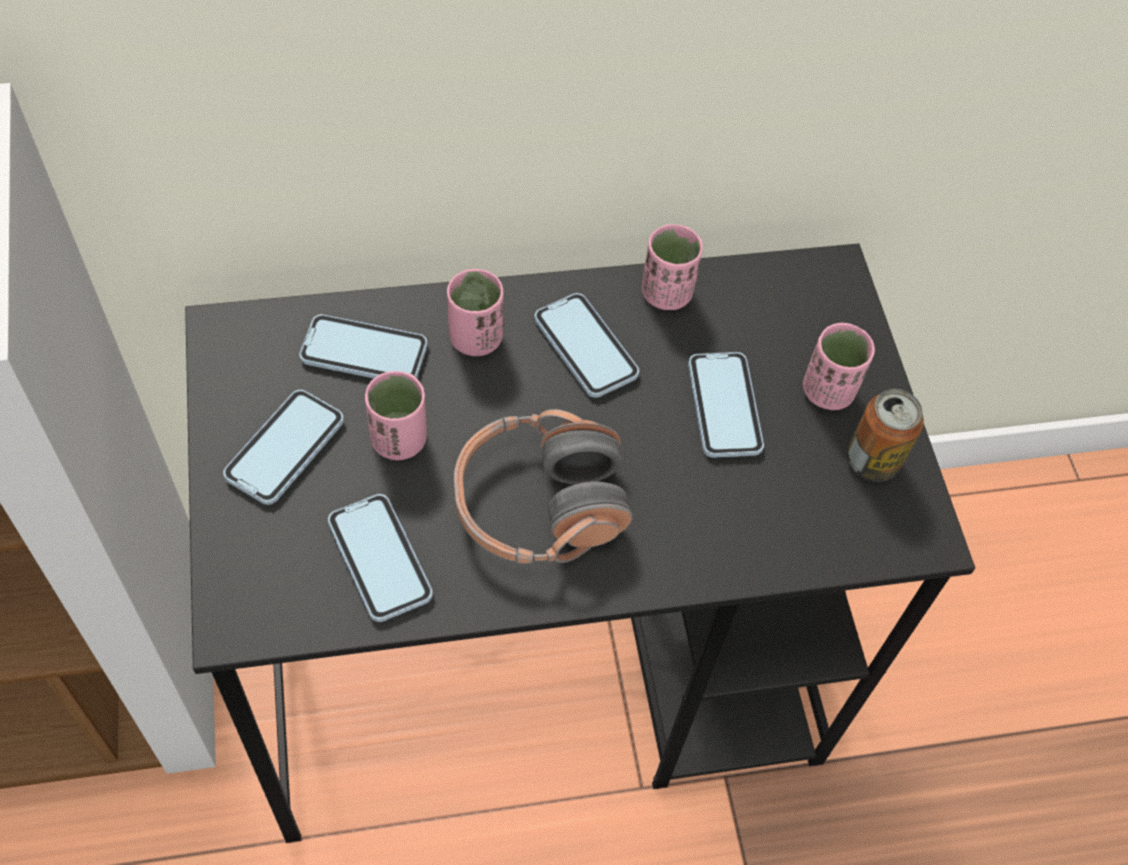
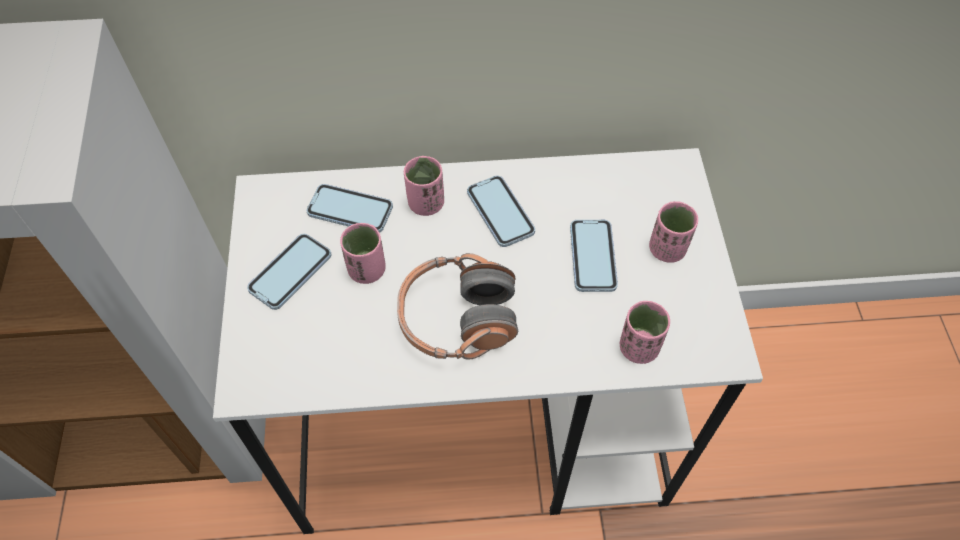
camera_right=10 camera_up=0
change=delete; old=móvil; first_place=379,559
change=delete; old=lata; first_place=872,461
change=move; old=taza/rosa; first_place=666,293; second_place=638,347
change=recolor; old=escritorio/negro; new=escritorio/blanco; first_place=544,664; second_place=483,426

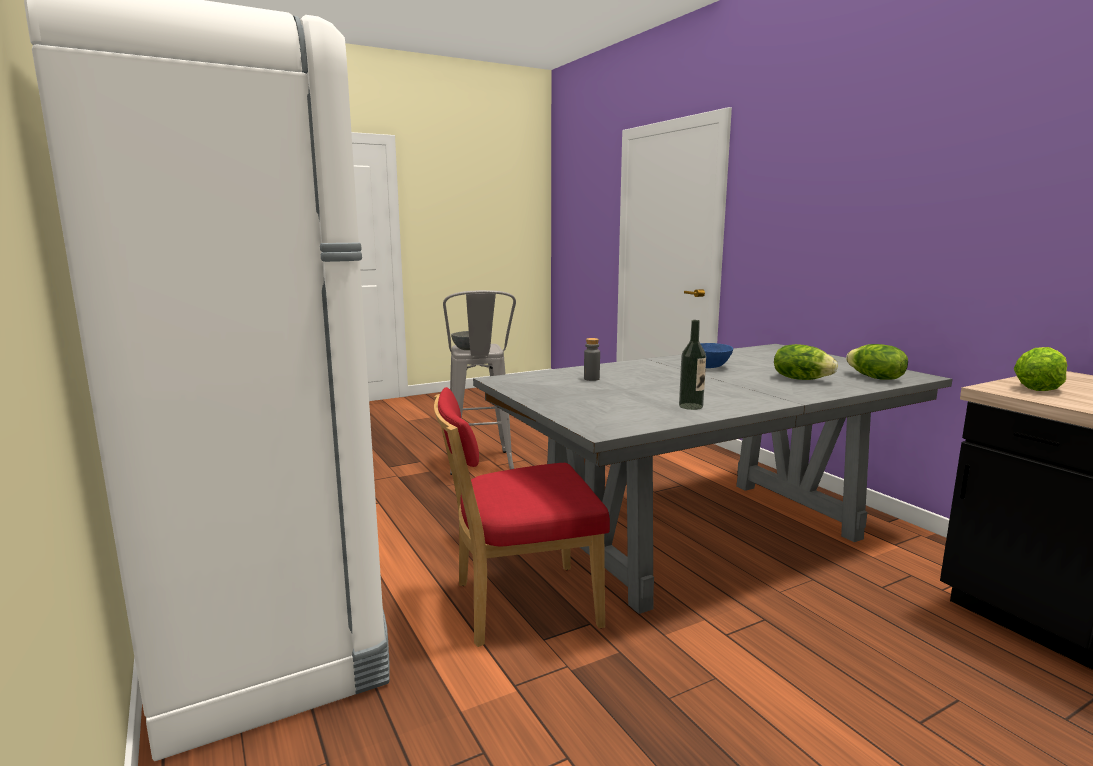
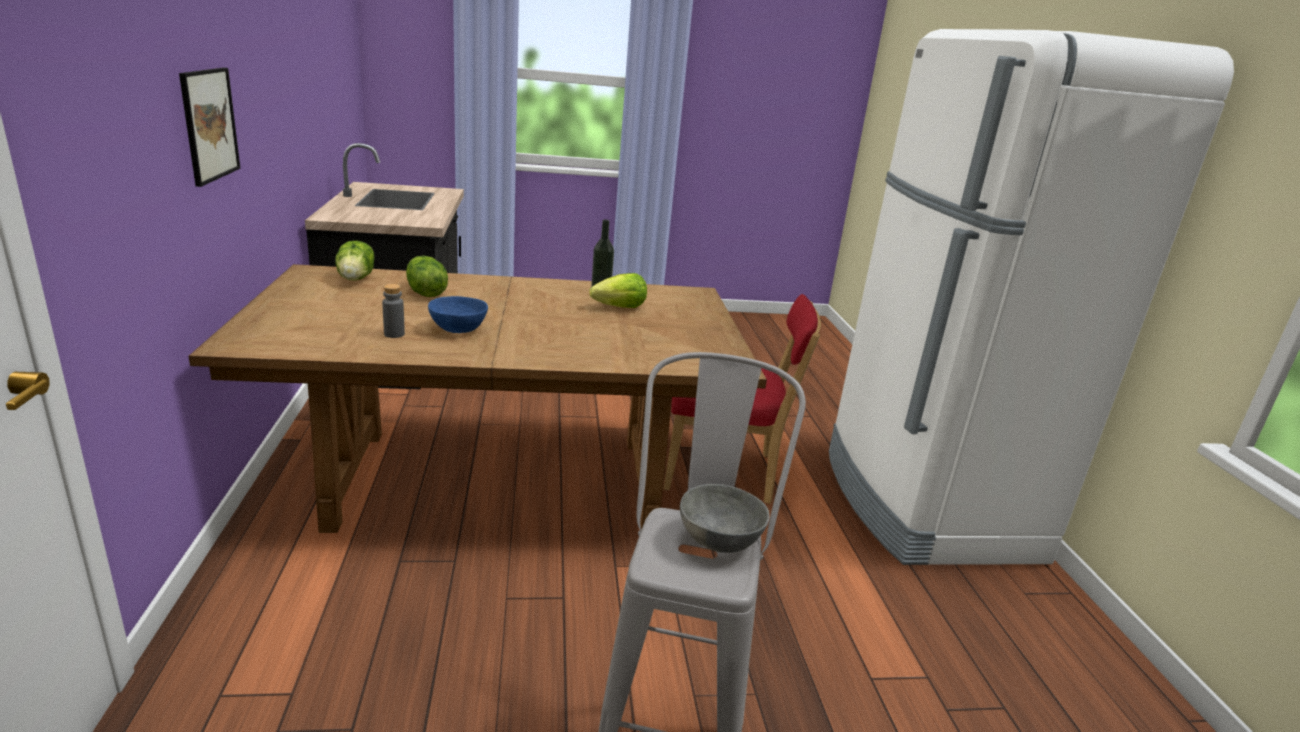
camera_right=-160 camera_up=10
change=insert; new=cuadro; second_place=209,124
change=move; old=botella/gris; first_place=591,379; second_place=394,334
change=move; old=lechuga; first_place=1038,388; second_place=620,308
change=recolor; old=mesa de comedor/gris; new=mesa de comedor/marrón; first_place=701,536; second_place=502,481

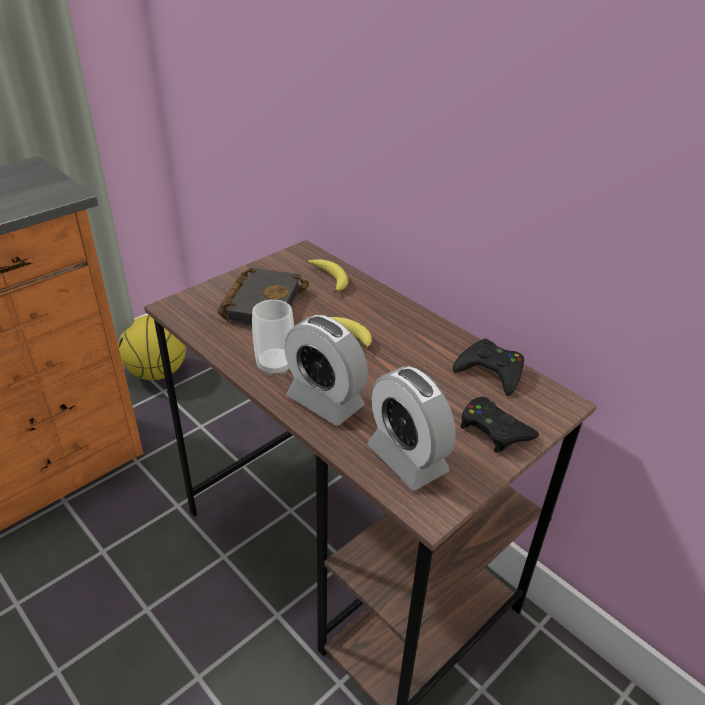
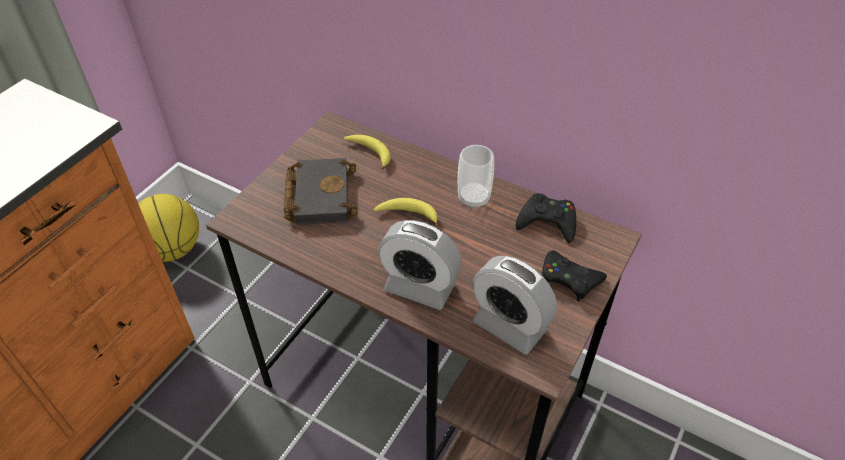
camera_right=-15 camera_up=10
change=move; old=taza; first_place=275,365; second_place=473,198

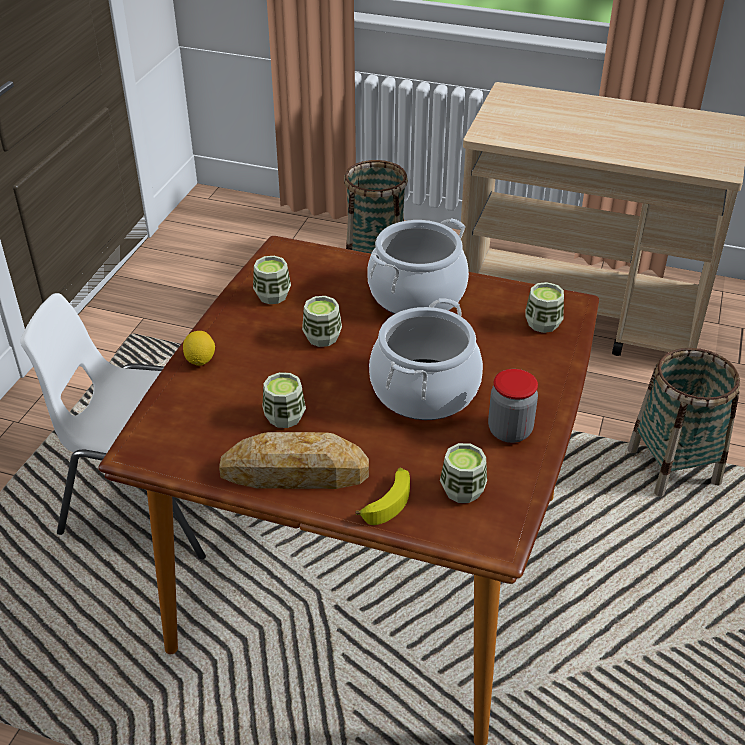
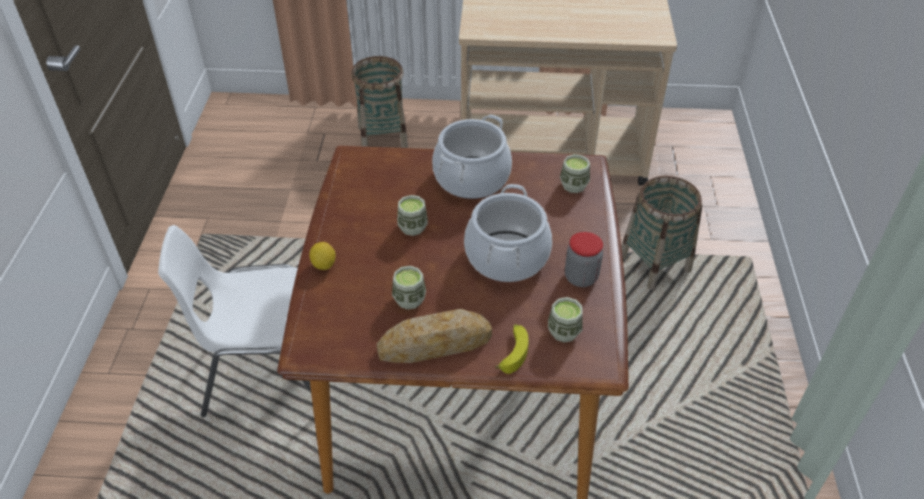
camera_right=-15 camera_up=5
change=delete; old=taza; first_place=272,295

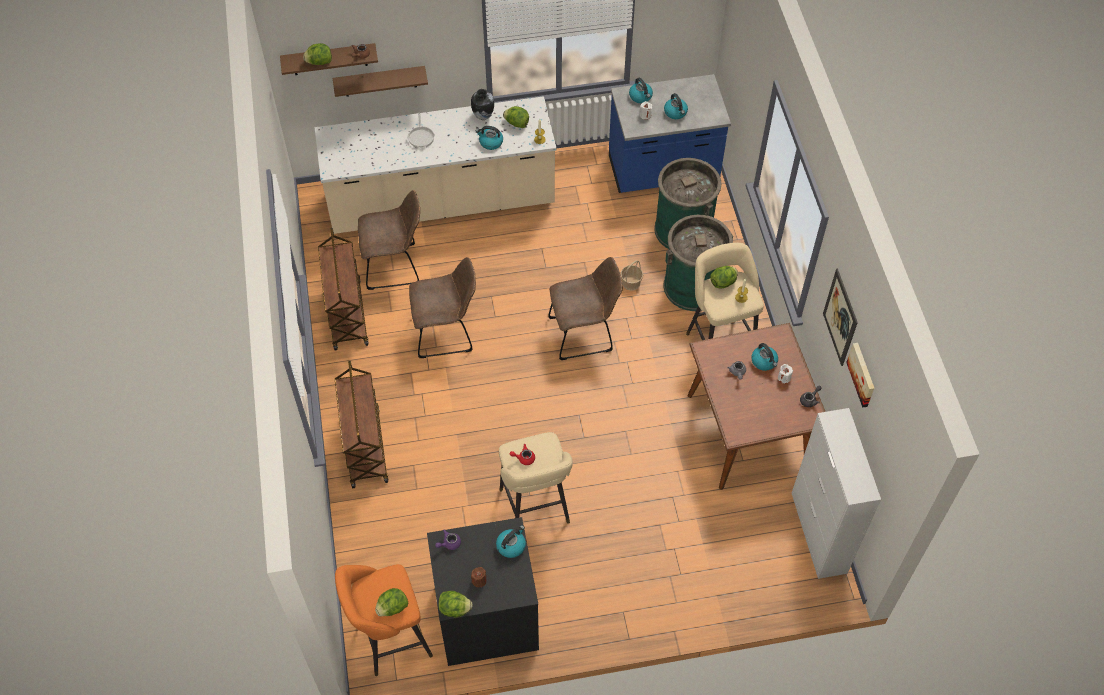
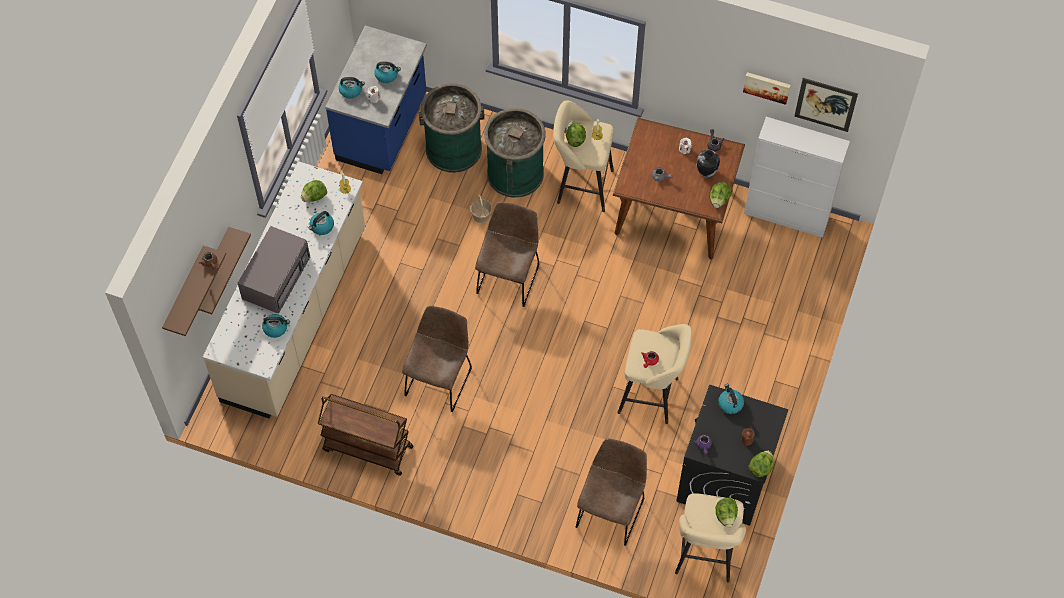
camera_right=-60 camera_up=5
change=delete; old=carrito/marrón; first_place=364,447
change=move; old=lechuga; first_place=319,62; second_place=719,199
change=move; old=silla/marrón; first_place=395,266; second_place=611,509
change=move; old=florero; first_place=483,116; second_place=706,172
change=move; old=hervidor; first_place=764,361; second_place=276,328
change=move; old=cuadro; first_place=840,317; second_place=825,104
change=replace; old=sartén; new=microondas/gris; first_place=421,137; second_place=276,277
change=recolor; old=taburete/naranja; new=taburete/beis; first_place=390,640; second_place=704,557

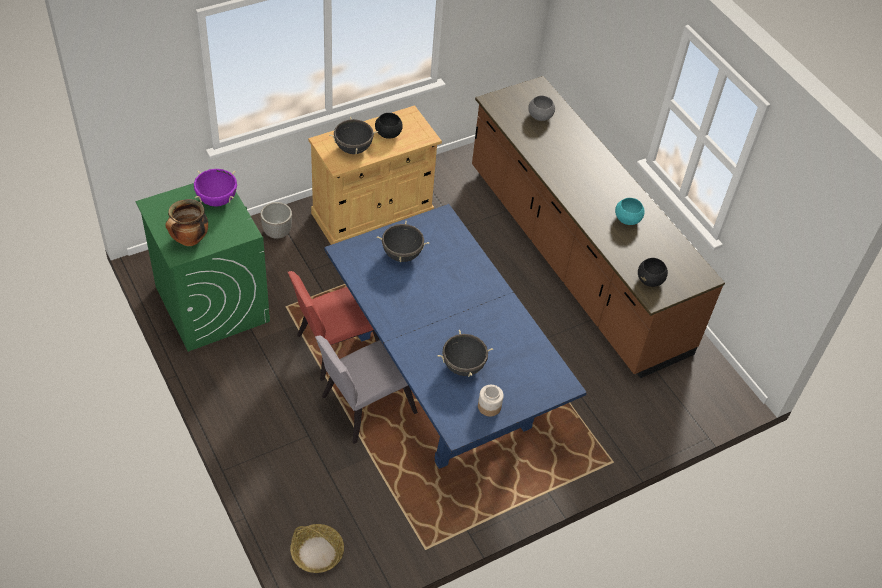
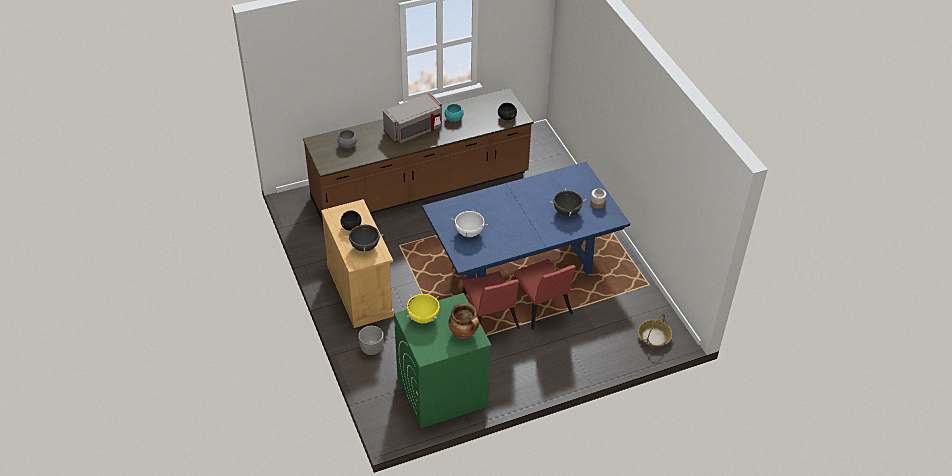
camera_right=-80 camera_up=-5
change=insert; new=microondas/gris; second_place=414,130
change=recolor; old=olla/morado; new=olla/amarillo; first_place=217,200; second_place=423,317
change=recolor; old=silla/gris; new=silla/rojo; first_place=363,406; second_place=541,308
change=recolor; old=olla/negro; new=olla/blanco; first_place=402,255; second_place=469,232

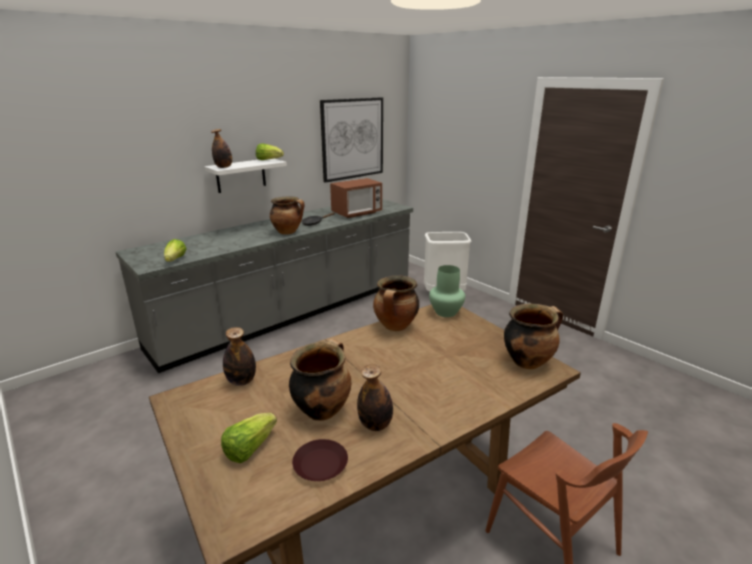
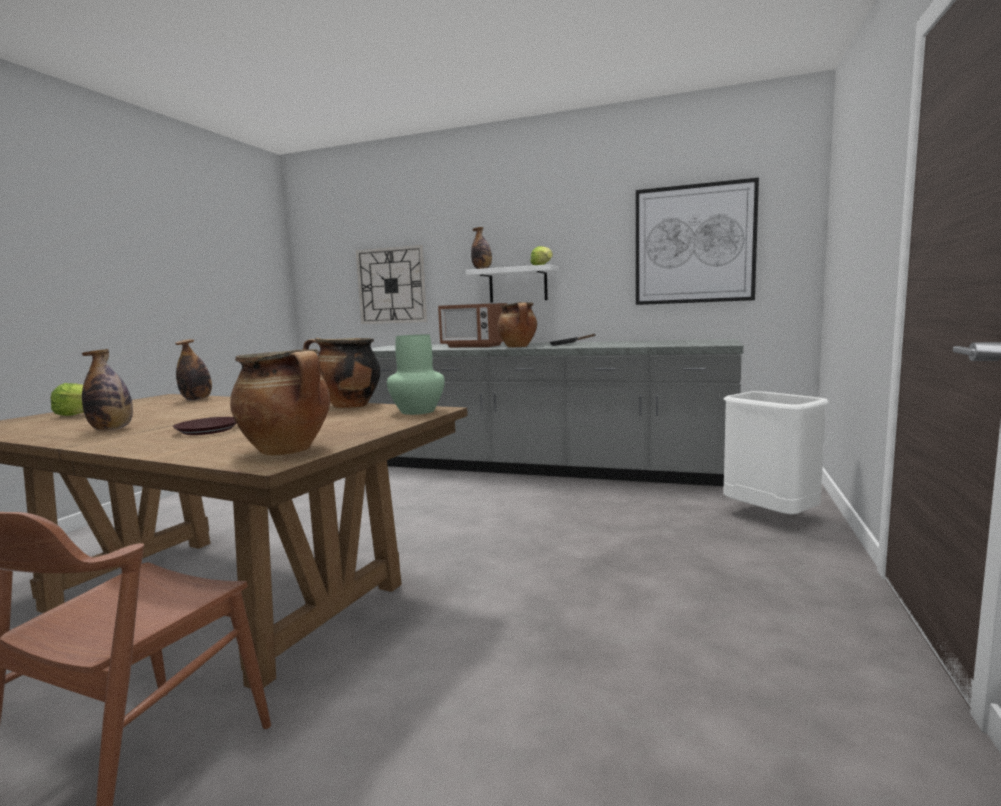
camera_right=60 camera_up=-15
change=delete; old=lechuga; first_place=175,260
change=delete; old=olla; first_place=322,409
change=insert; new=reloj de pared; second_place=392,285
change=move; old=plato/marrón; first_place=320,465; second_place=207,430
change=move; old=microondas; first_place=357,213; second_place=474,346

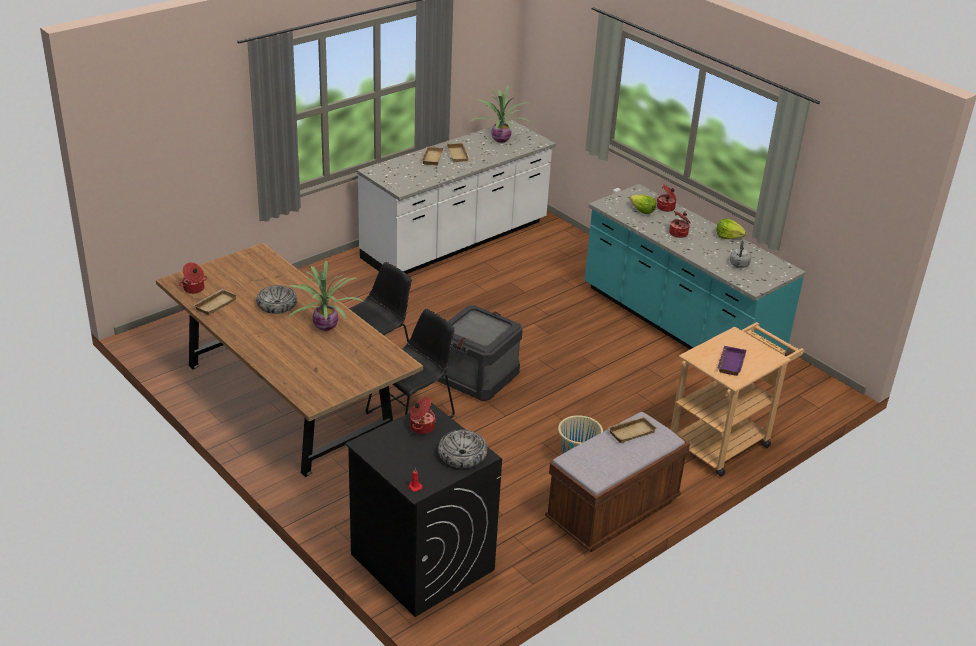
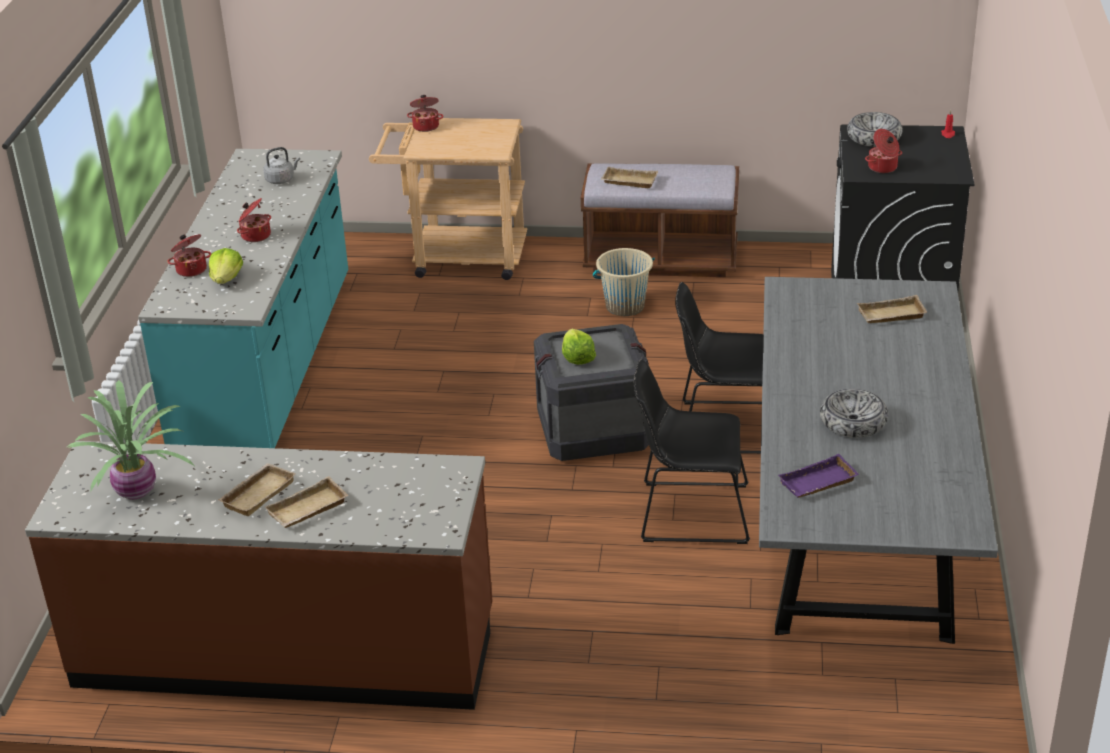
camera_right=-130 camera_up=0
change=delete; old=planta en maceta; first_place=324,327
change=move; old=olla; first_place=194,289; second_place=426,126
change=move; old=bandeja/beis; first_place=215,304; second_place=891,316
change=move; old=lechuga; first_place=728,236; second_place=577,357
change=move; old=bandeja/morado; first_place=730,363; second_place=818,484
change=recolor; old=mesa de comedor/marrón; new=mesa de comedor/gris; first_place=288,398; second_place=857,521
change=recolor; old=mueble bajo de cocina/blanco; new=mueble bajo de cocina/marrón; first_place=456,242; second_place=286,650

